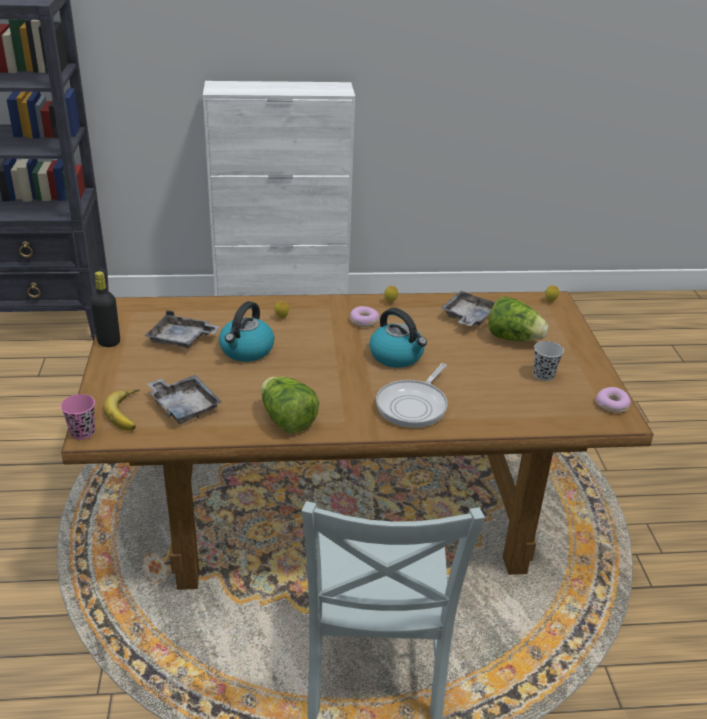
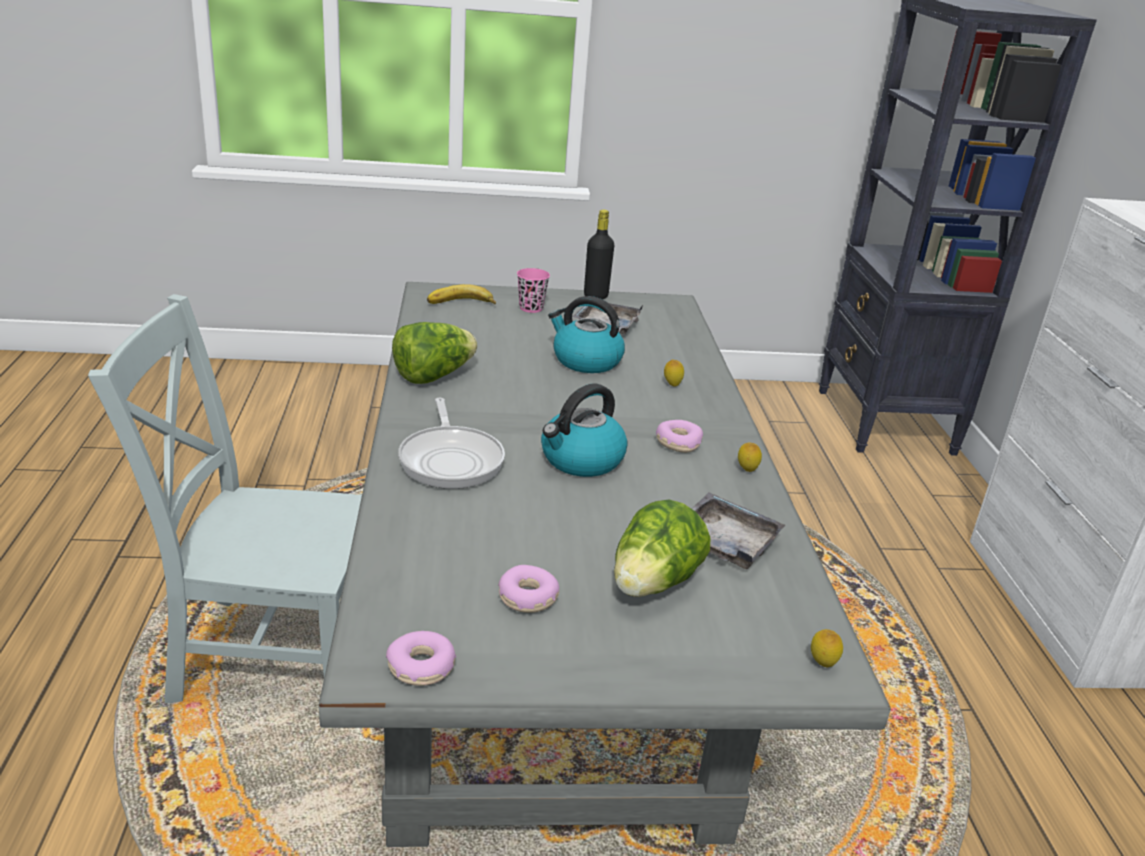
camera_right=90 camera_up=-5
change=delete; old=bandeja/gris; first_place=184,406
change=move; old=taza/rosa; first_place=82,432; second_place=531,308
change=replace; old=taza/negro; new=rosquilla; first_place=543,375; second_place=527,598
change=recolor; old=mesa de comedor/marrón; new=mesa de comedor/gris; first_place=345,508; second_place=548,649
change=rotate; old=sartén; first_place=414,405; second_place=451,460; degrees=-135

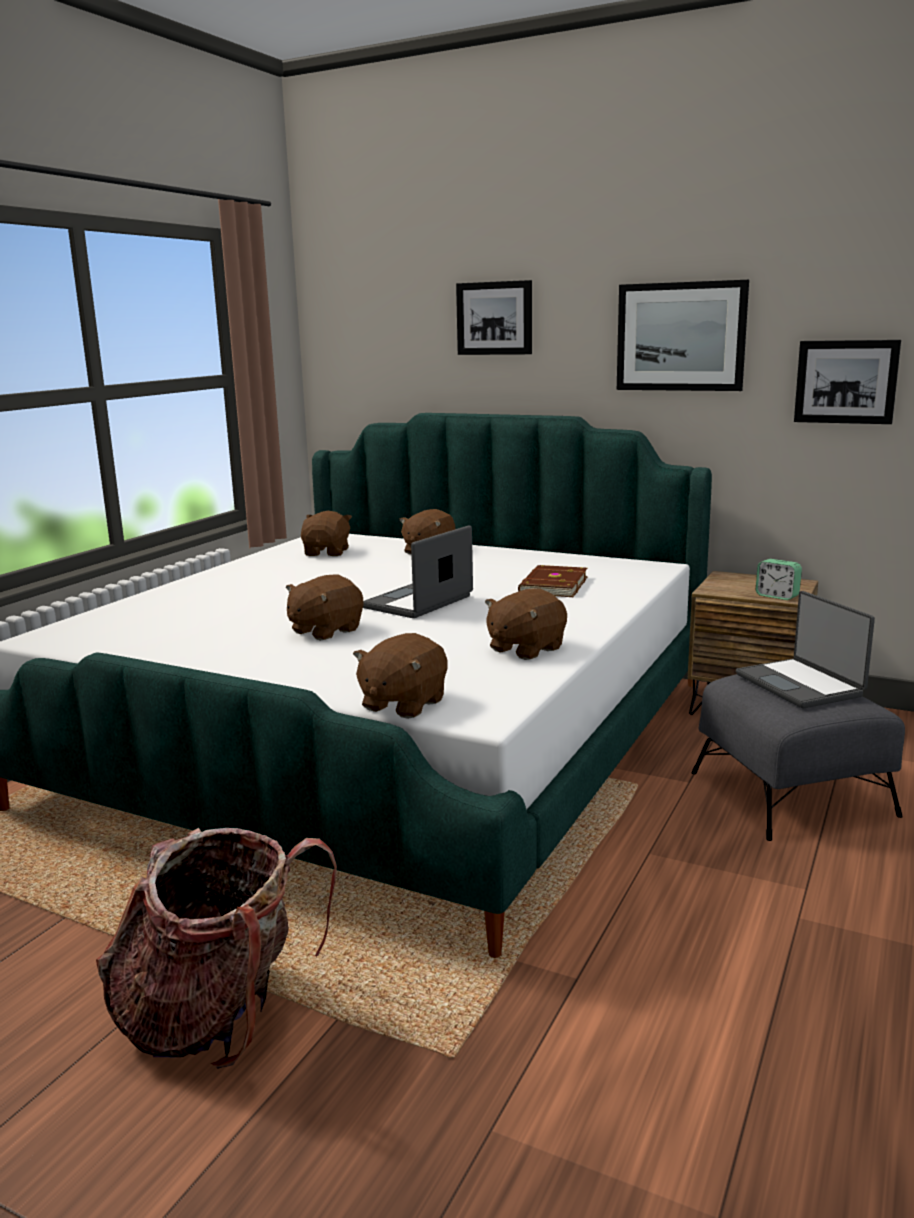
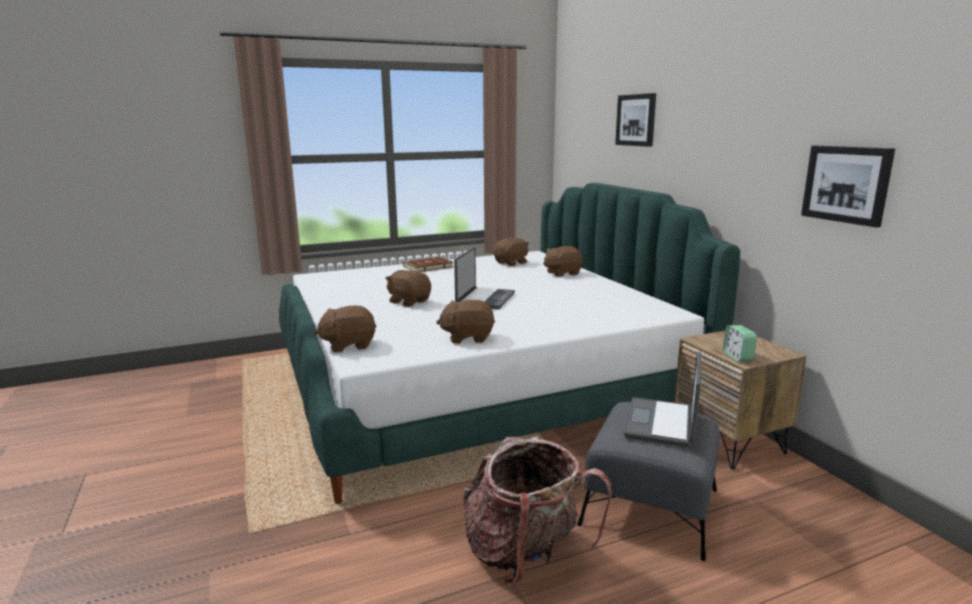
camera_right=40 camera_up=0
change=delete; old=cuadro; first_place=681,337
change=move; old=mochila; first_place=219,1016; second_place=525,554
change=move; old=libro/marrón; first_place=552,585; second_place=427,267
change=rotate; old=peluche/marrón; first_place=325,631; second_place=409,301; degrees=45
change=rotate; old=portátil; first_place=419,602; second_place=484,299; degrees=120

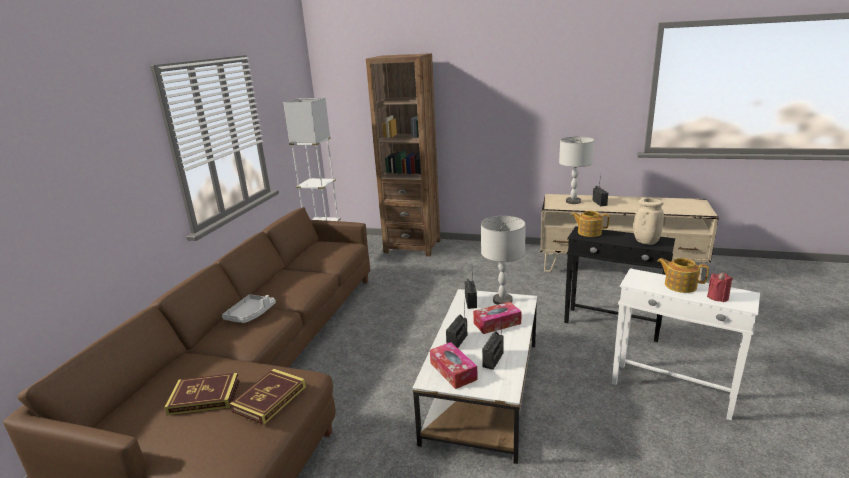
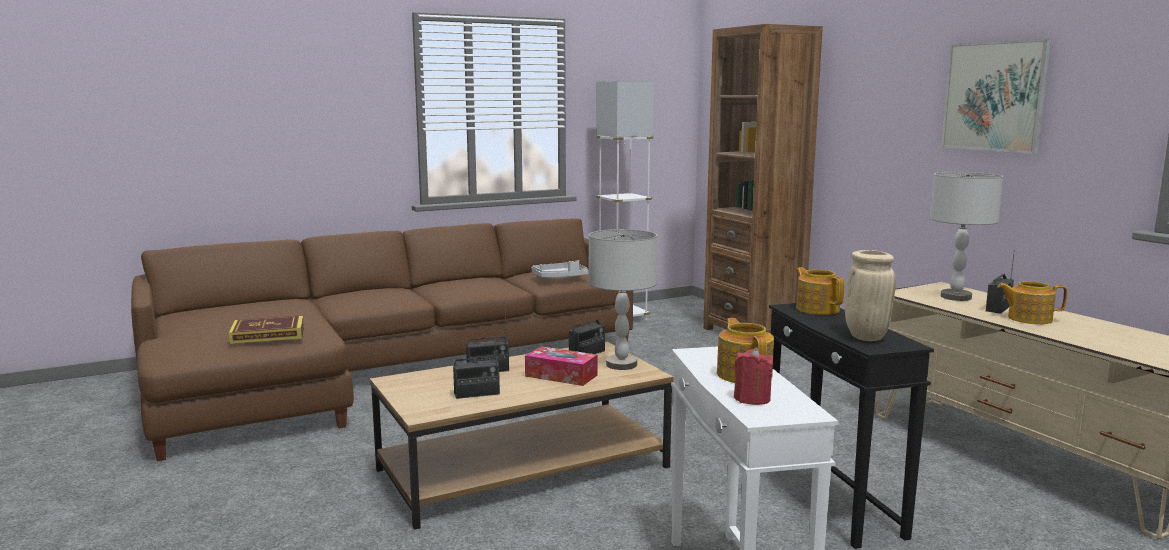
camera_right=45 camera_up=-10
change=delete; old=libro; first_place=204,397
change=delete; old=caja de pañuelos; first_place=453,371
change=insert; new=cuadro; second_place=994,96
change=insert; new=tetera; second_place=1028,319
change=move; old=bandeja/gris; first_place=251,314; second_place=560,277
change=recolor; old=mesa de centro/blanco; new=mesa de centro/marrón; first_place=483,389; second_place=523,468

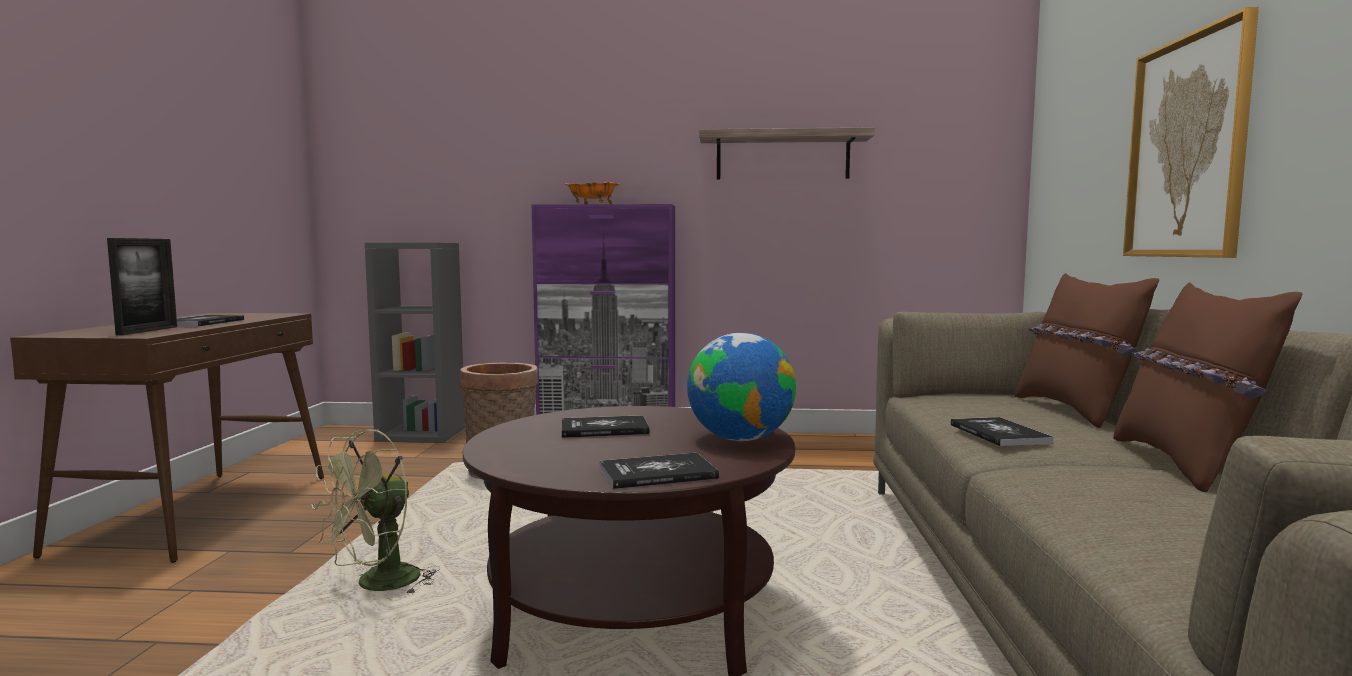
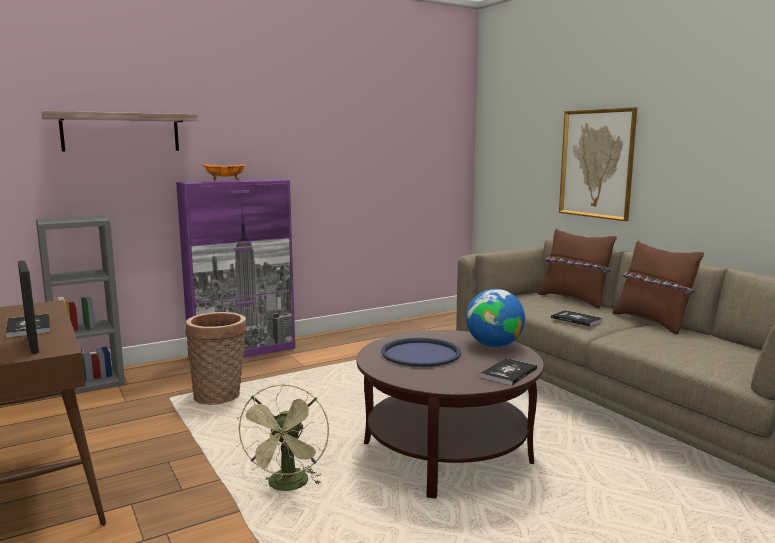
camera_right=-35 camera_up=5
change=move; old=estante; first_place=782,156; second_place=121,132
change=replace; old=libro; new=bandeja/azul; first_place=604,429; second_place=420,354

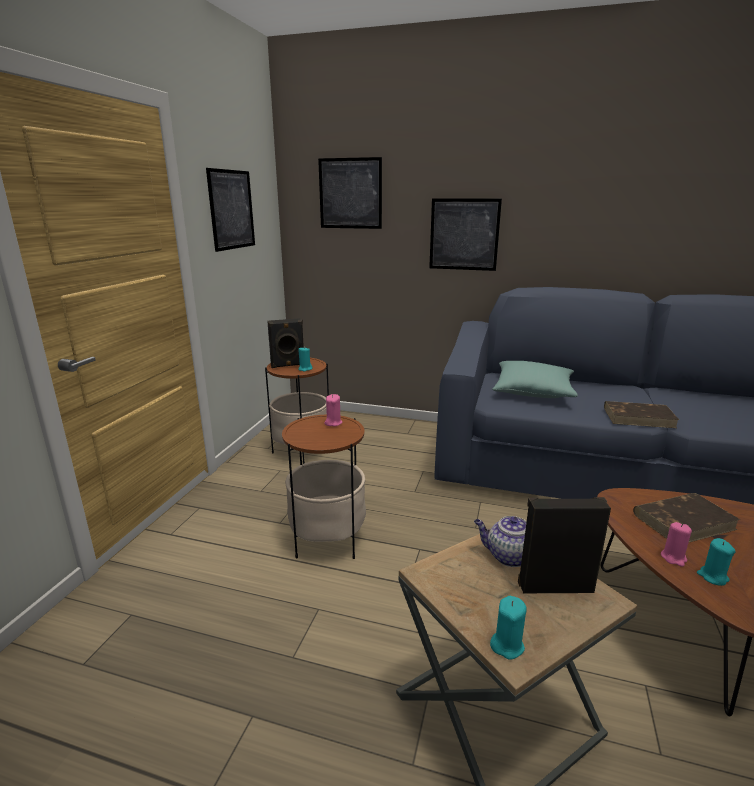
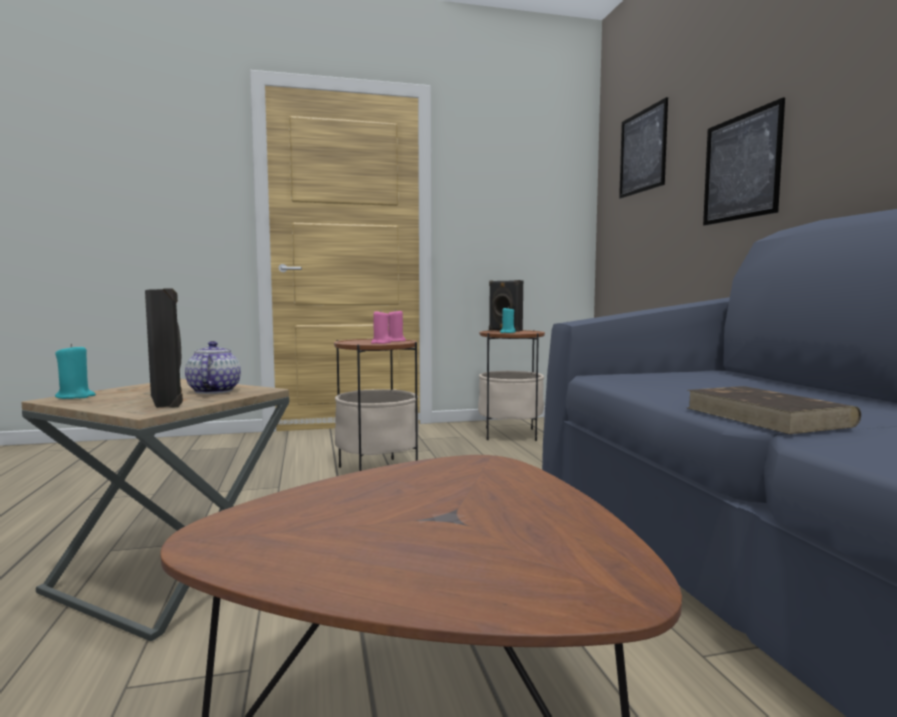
camera_right=60 camera_up=-15
change=delete; old=cuadro; first_place=231,210
change=delete; old=cojín/turquesa; first_place=533,392
change=delete; old=libro/marrón; first_place=684,521
change=delete; old=vela/turquesa; first_place=712,577
change=move; old=vela/rosa; first_place=673,558; second_place=380,343

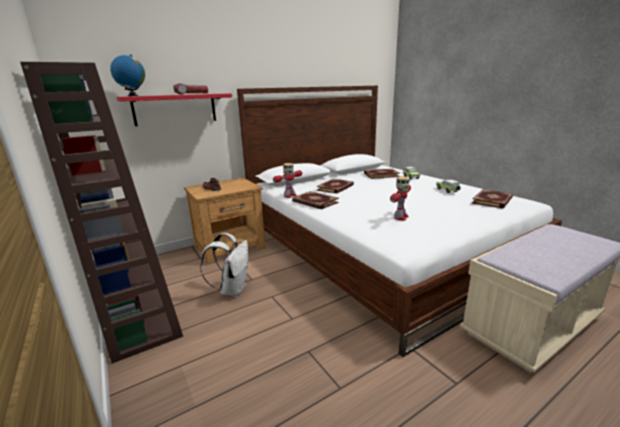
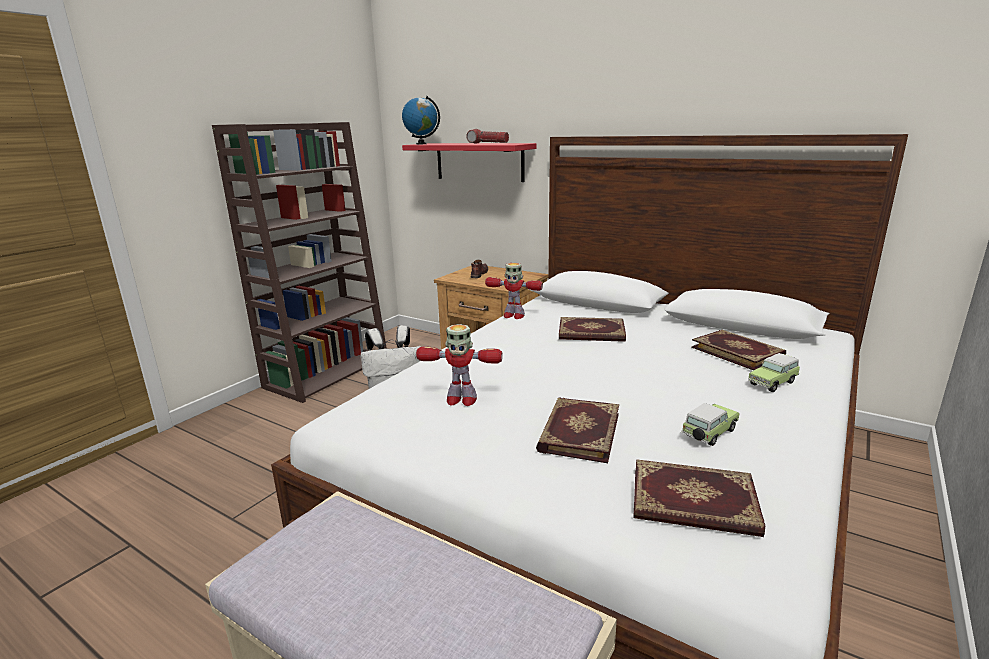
camera_right=65 camera_up=0
change=move; old=libro; first_place=314,202; second_place=578,432

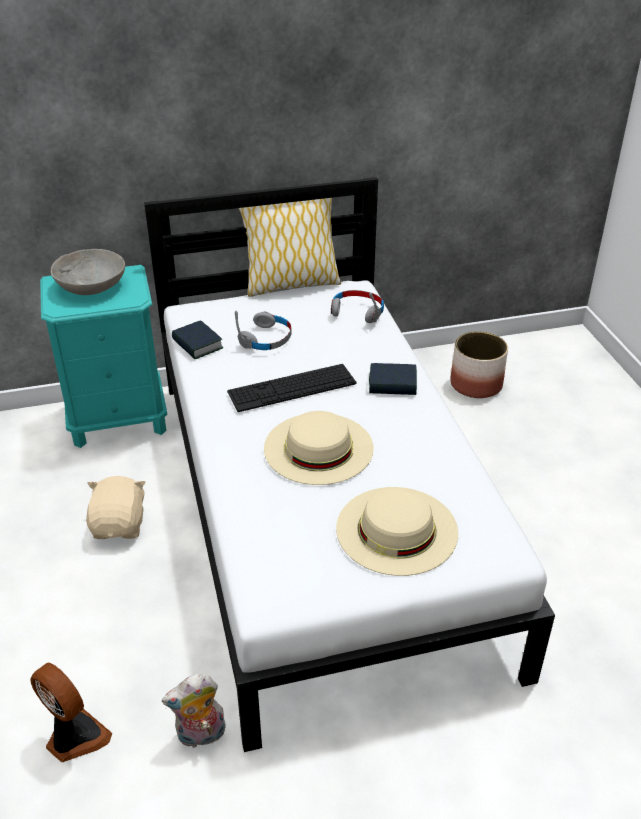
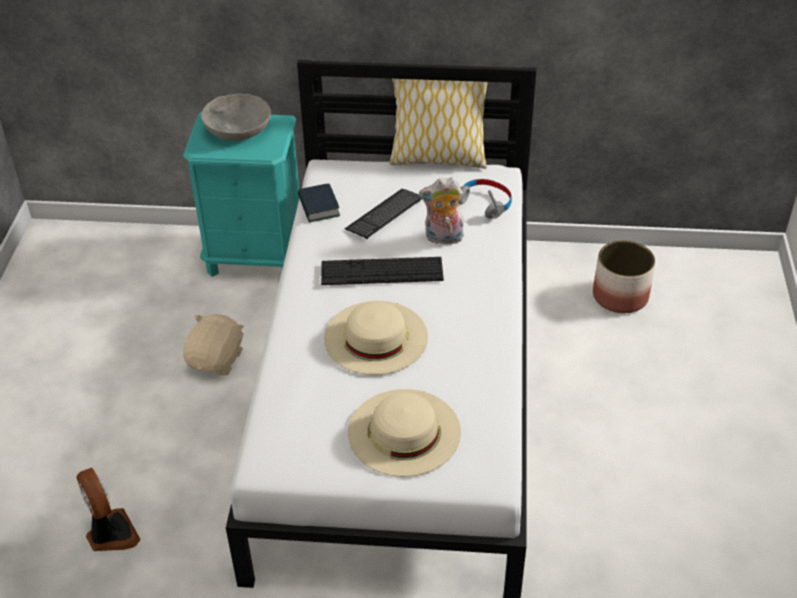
camera_right=20 camera_up=5
change=delete; old=libro; first_place=392,384
change=move; old=peluche; first_place=200,736; second_place=443,238
change=replace; old=auriculares/gris; new=teclado; first_place=267,339; second_place=384,215

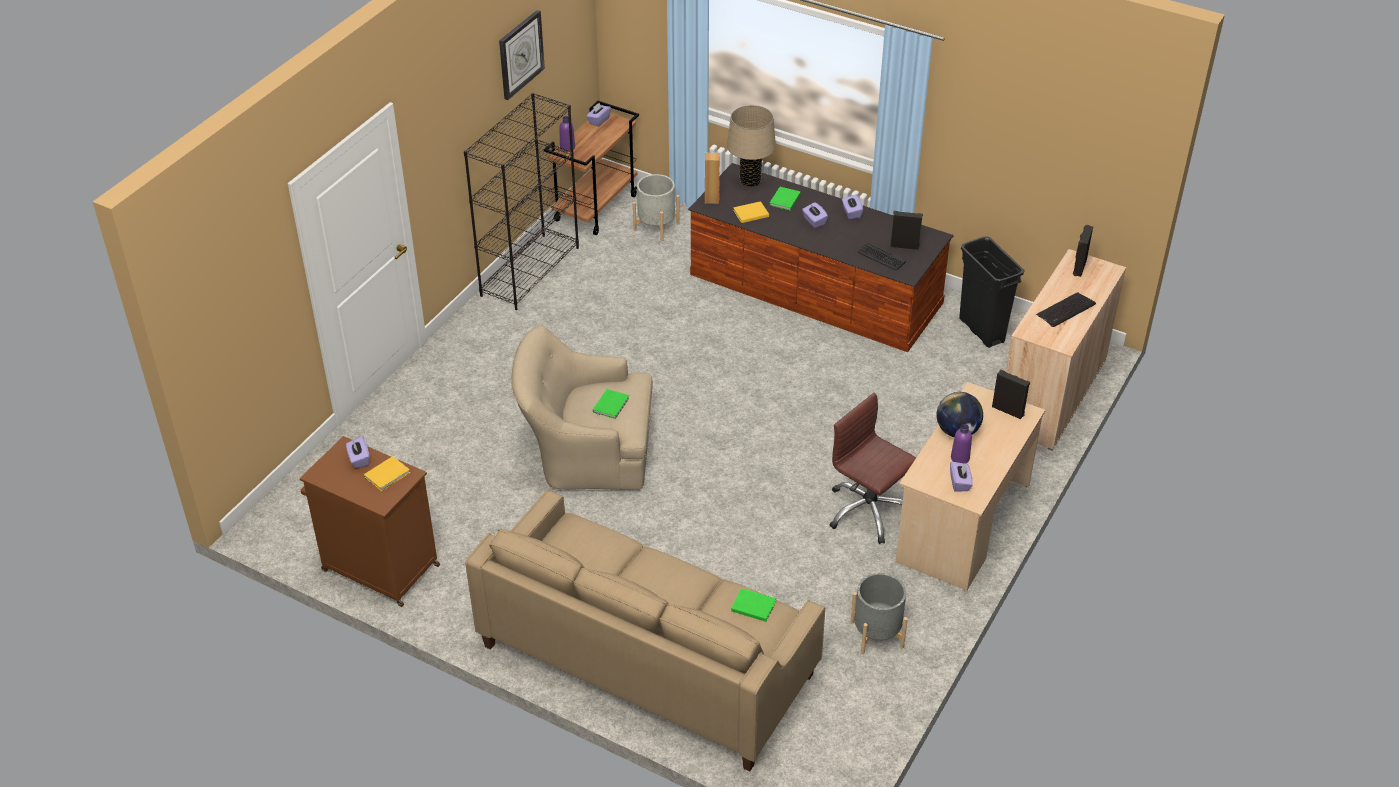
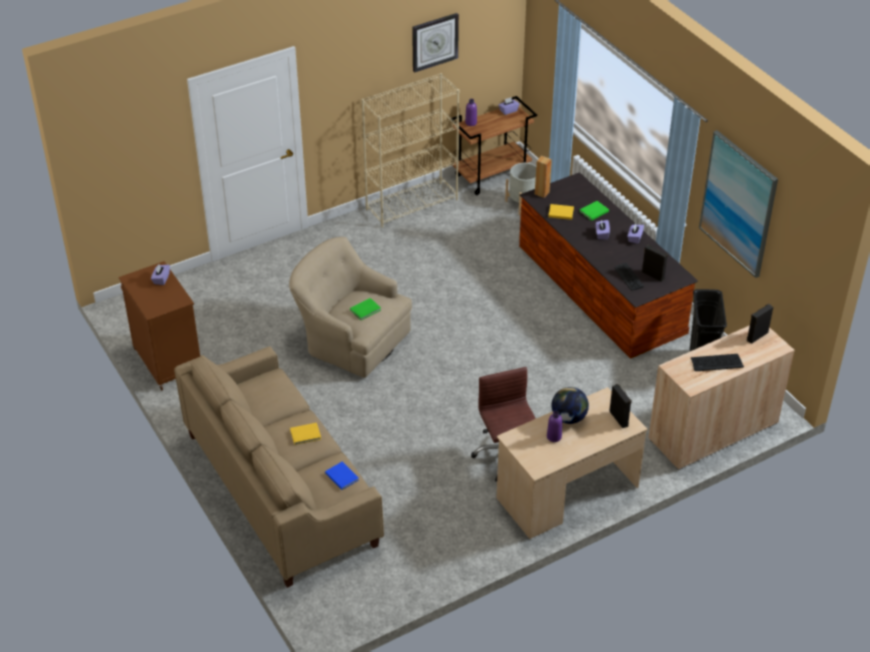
camera_right=30 camera_up=0
change=delete; old=lámpara de mesa/beis; first_place=750,181
change=delete; old=maceta/gris; first_place=877,634
change=delete; old=caja de pañuelos/morado; first_place=960,483
change=insert; new=cuadro; second_place=738,203
change=move; old=libro/amarillo; first_place=388,474; second_place=306,435
change=recolor; old=estantería/negro; new=estantería/beis; first_place=530,271; second_place=412,204
change=recolor; old=libro/verde; new=libro/azul; first_place=752,605; second_place=342,476

